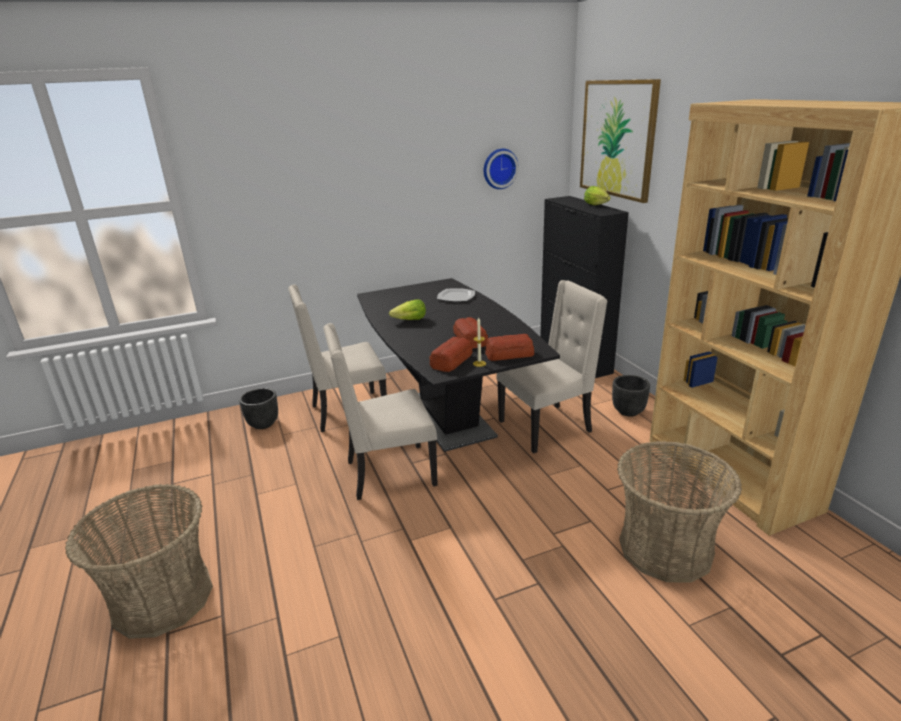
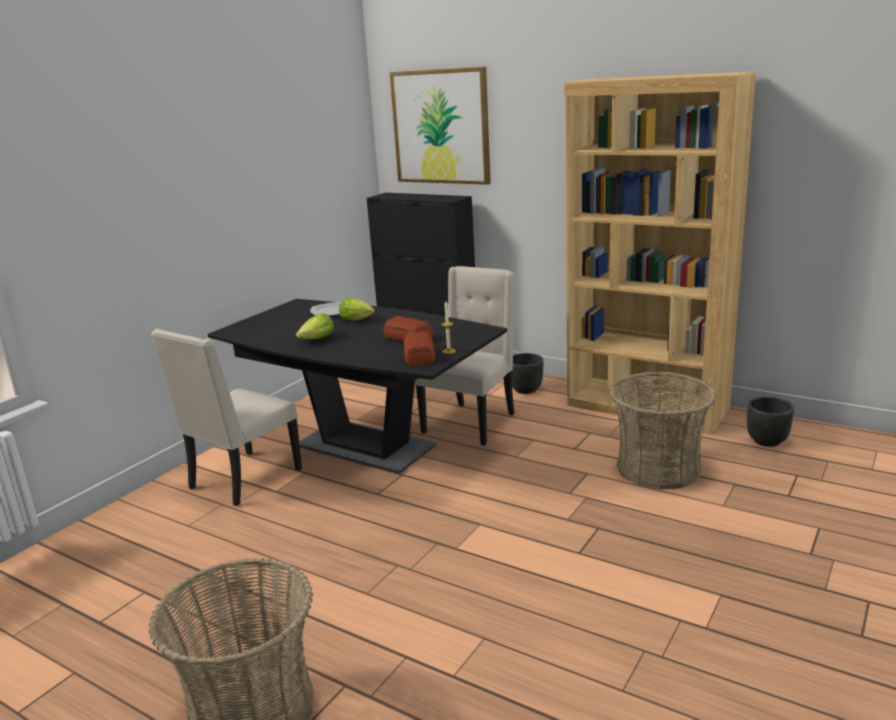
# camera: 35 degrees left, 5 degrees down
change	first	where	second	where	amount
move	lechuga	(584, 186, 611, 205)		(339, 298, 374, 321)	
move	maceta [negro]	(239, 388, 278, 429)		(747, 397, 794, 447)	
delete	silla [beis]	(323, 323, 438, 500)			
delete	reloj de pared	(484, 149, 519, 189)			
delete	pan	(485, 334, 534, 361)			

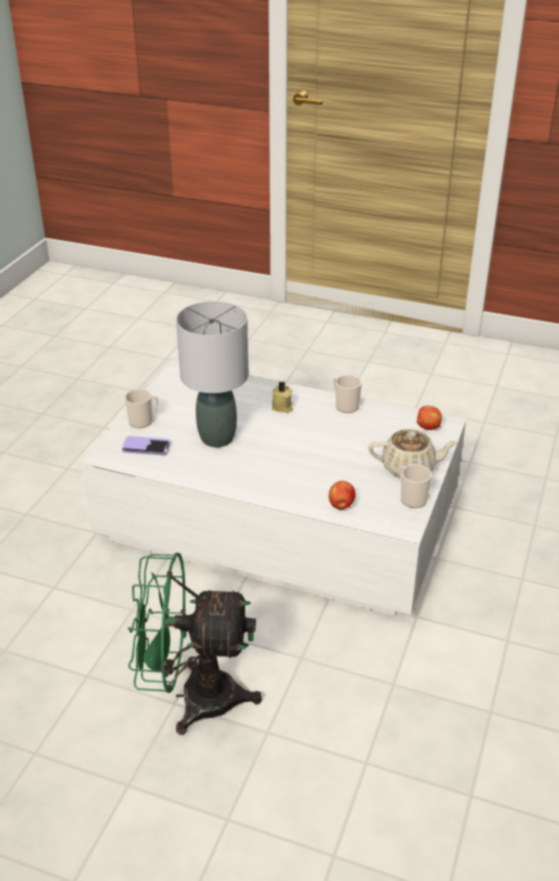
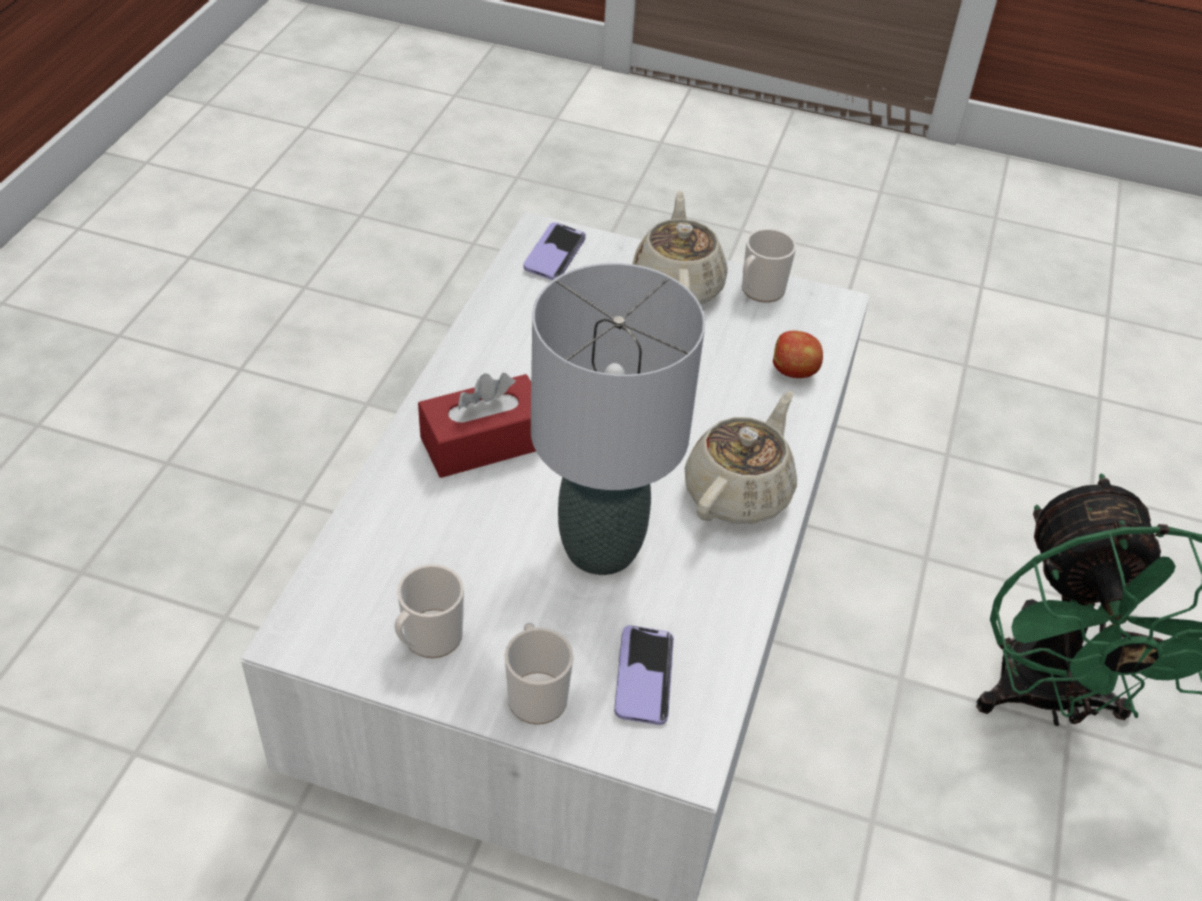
# camera: 95 degrees left, 10 degrees up
change	first	where	second	where	amount
move	taza grande	(333, 375, 362, 413)		(395, 564, 464, 658)	
replace	vela [beis]	(272, 381, 293, 413)	caja de pañuelos [rojo]	(418, 373, 536, 478)	
replace	manzana	(417, 406, 442, 430)	móvil	(523, 222, 586, 280)	
insert			tetera [beis]	(685, 391, 797, 524)	

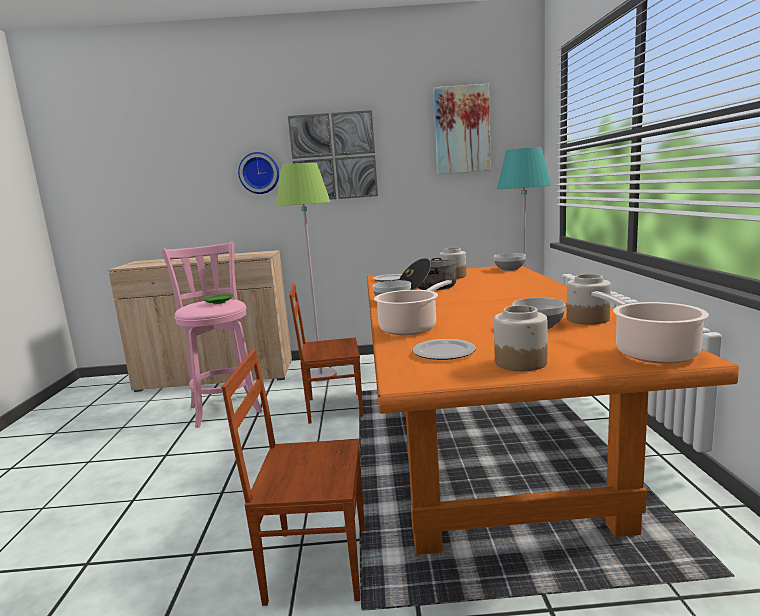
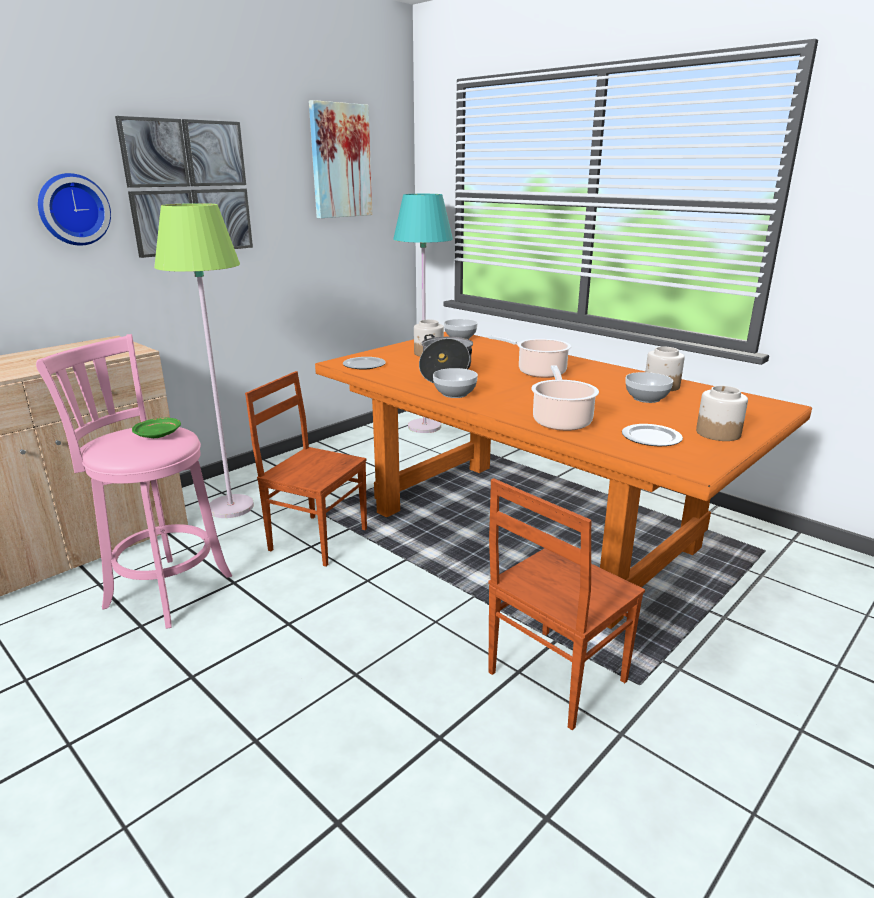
# camera: 45 degrees left, 10 degrees up
change	first	where	second	where	amount
rotate	silla [marrón]	(289, 284, 363, 424)		(245, 371, 367, 566)	75 degrees clockwise
move	olla	(592, 291, 709, 364)		(489, 335, 571, 378)	

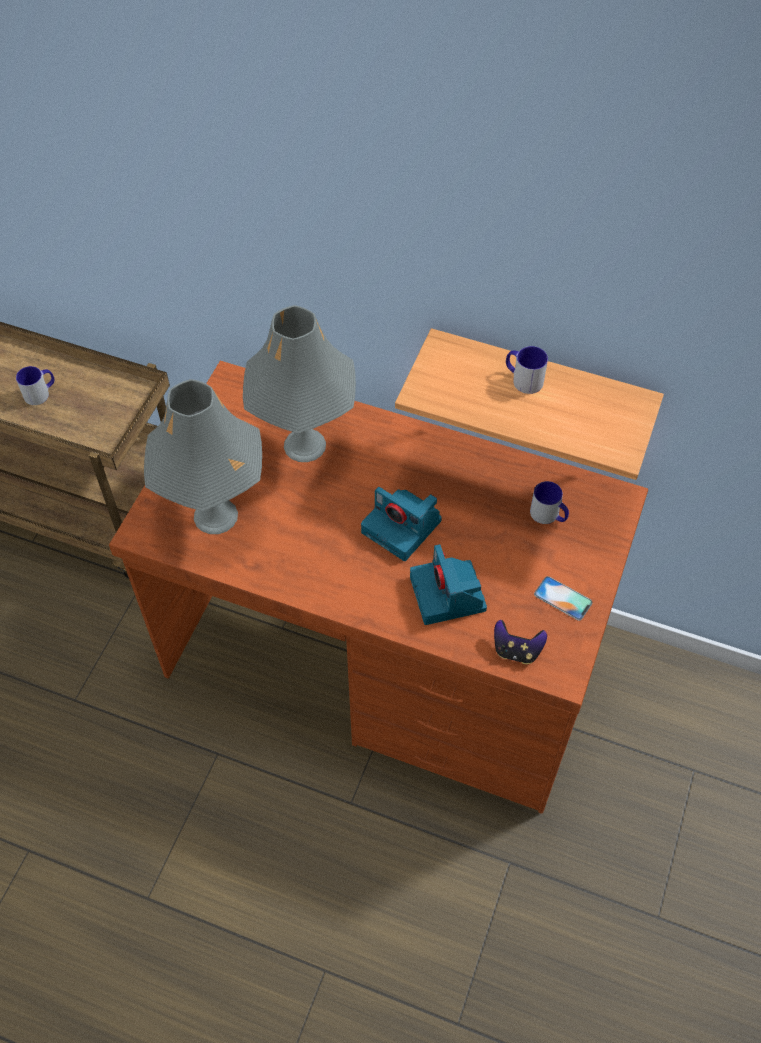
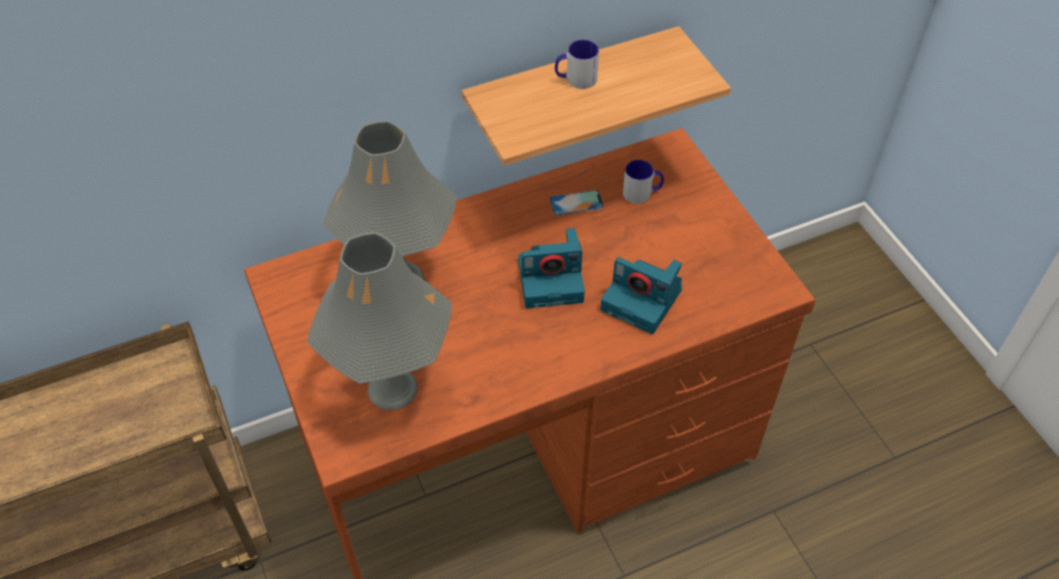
# camera: 45 degrees left, 5 degrees down
change	first	where	second	where	amount
move	móvil	(534, 576, 593, 621)		(549, 190, 604, 216)	
delete	taza grande	(16, 366, 54, 405)			
delete	mando de consola	(494, 620, 547, 664)			

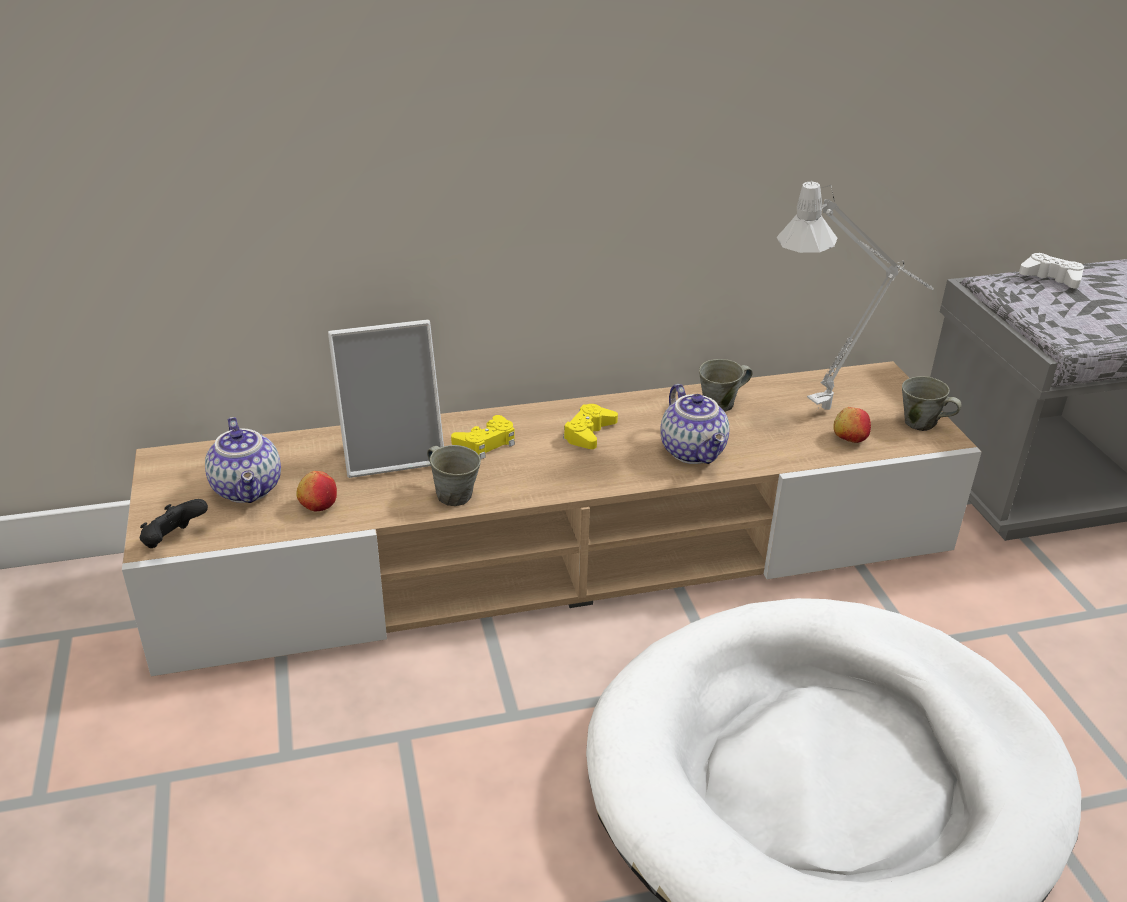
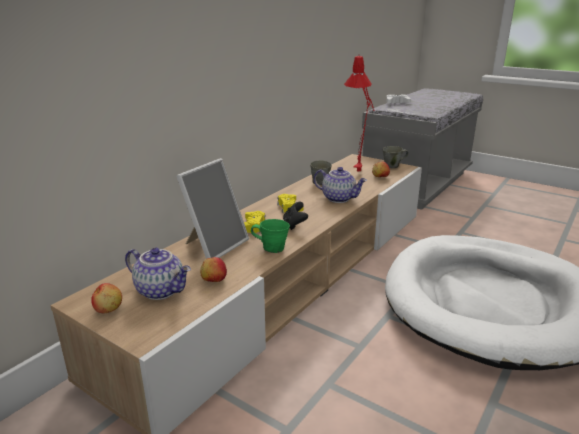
# camera: 40 degrees left, 10 degrees down
change	first	where	second	where	amount
insert			manzana	(91, 283, 122, 313)	
recolor	taza grande [gris]	(427, 445, 481, 506)	taza grande [verde]	(251, 219, 290, 253)	
move	mando de consola [negro]	(140, 499, 208, 548)		(283, 202, 308, 230)	
recolor	lámpara de mesa [gris]	(776, 181, 934, 410)	lámpara de mesa [rojo]	(344, 56, 375, 171)	

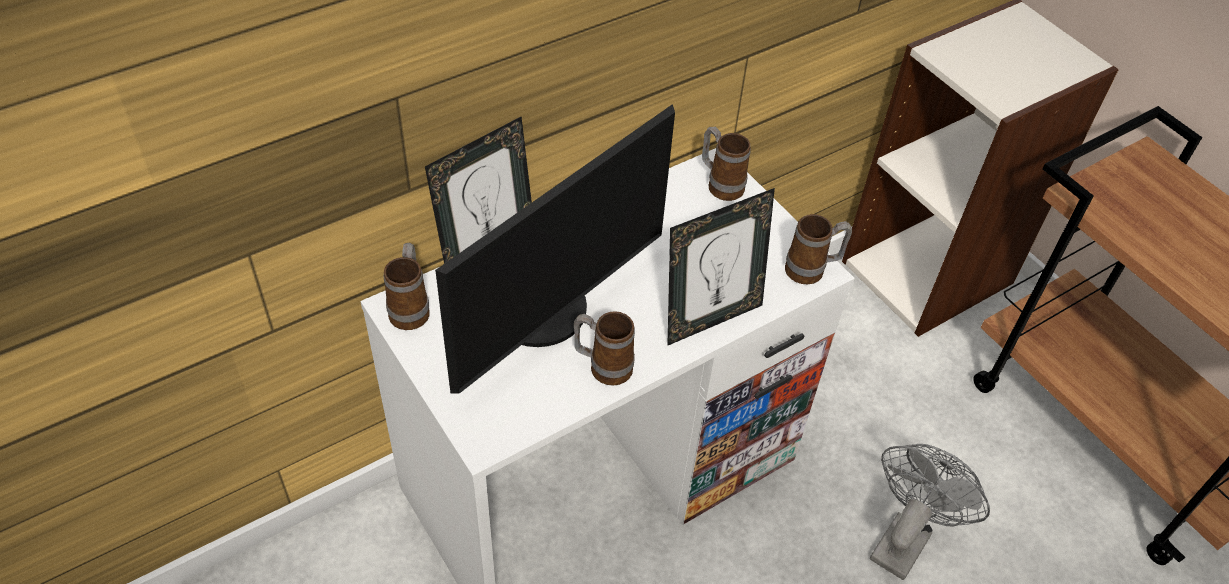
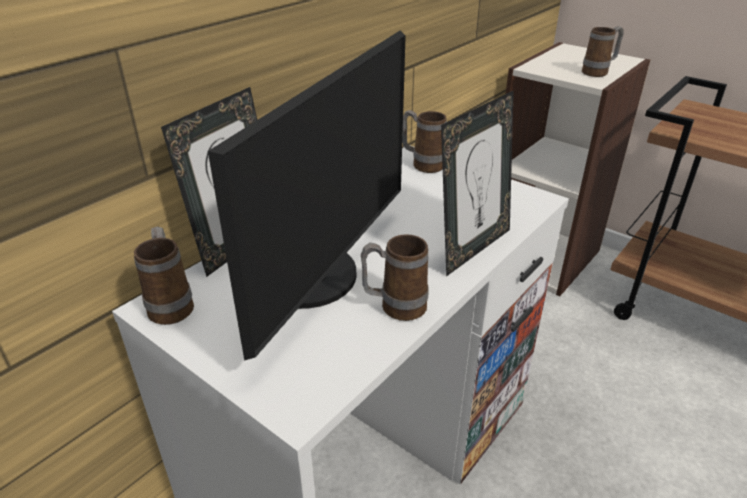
# camera: 15 degrees left, 15 degrees down
change	first	where	second	where	amount
move	taza grande	(785, 214, 852, 284)		(582, 26, 624, 77)	
delete	ventilador [gris]	(870, 444, 990, 580)			

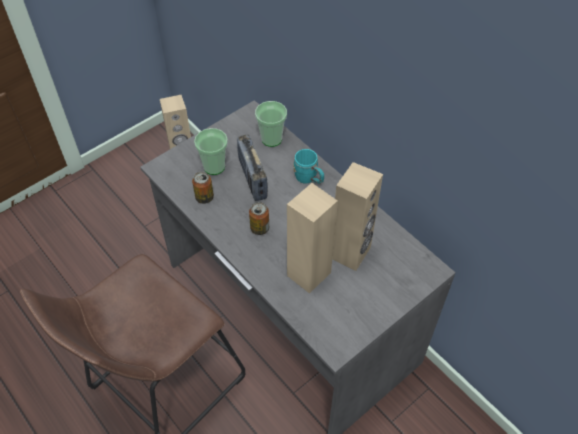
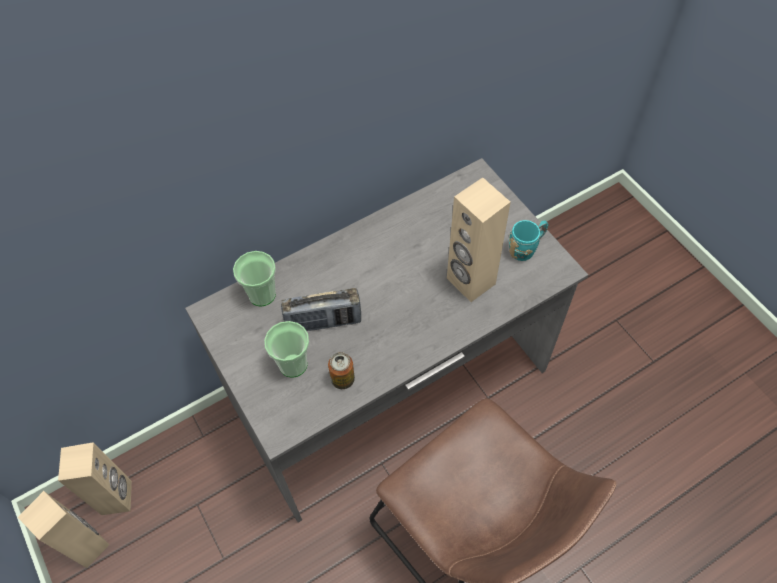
# camera: 80 degrees left, 5 degrees up
change	first	where	second	where	amount
move	altavoz [beis]	(332, 162, 383, 271)		(17, 491, 110, 568)	
move	taza grande [turquesa]	(293, 149, 324, 184)		(509, 220, 549, 261)	
delete	lata	(249, 202, 269, 235)			

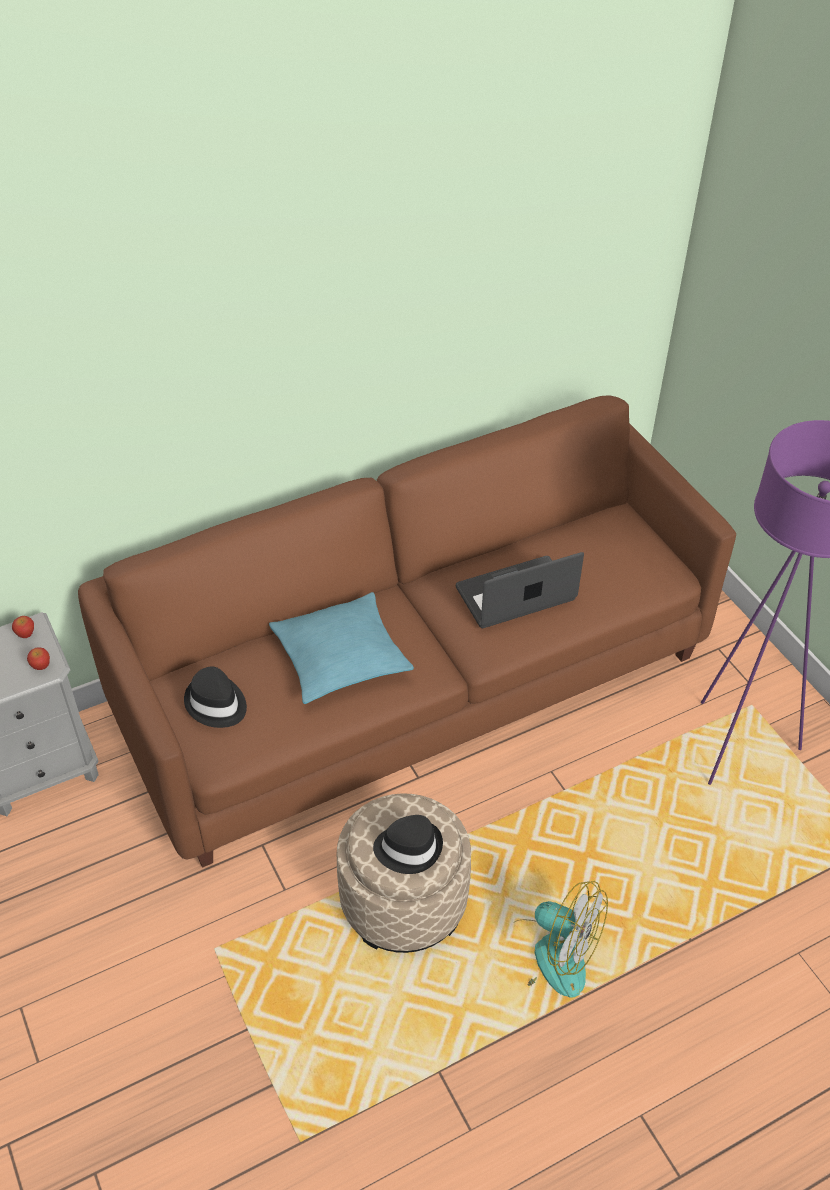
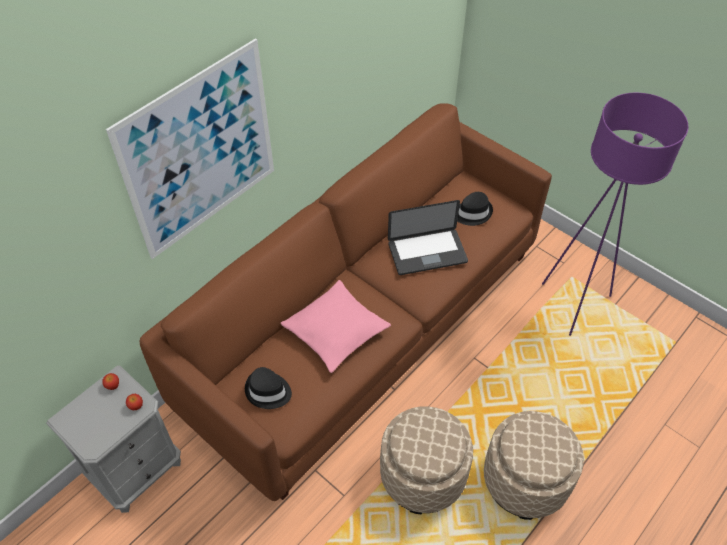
# camera: 20 degrees left, 5 degrees up
change	first	where	second	where	amount
insert			cuadro	(106, 38, 274, 259)	
recolor	cojín [turquesa]	(269, 592, 414, 704)	cojín [rosa]	(281, 280, 391, 373)	
rotate	portátil	(456, 552, 584, 628)		(388, 200, 468, 275)	150 degrees counterclockwise
move	sombrero [negro]	(373, 815, 443, 874)		(457, 192, 493, 226)	
replace	ventilador	(510, 881, 608, 998)	puf [beis]	(484, 411, 584, 520)	

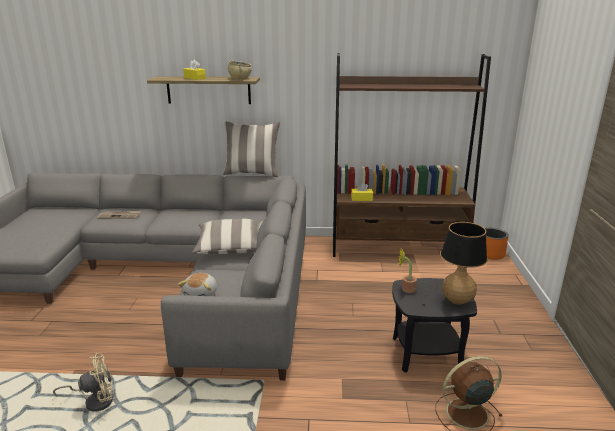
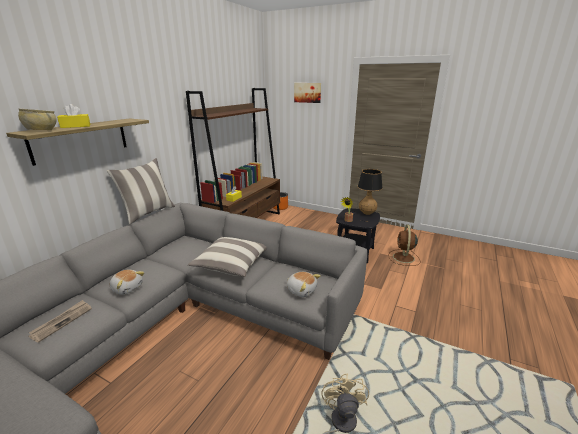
# camera: 65 degrees left, 0 degrees up
change	first	where	second	where	amount
move	cuenco [beis]	(228, 61, 251, 80)		(18, 109, 57, 130)	
insert			peluche	(110, 269, 144, 295)	
insert			cuadro	(294, 83, 321, 103)	

